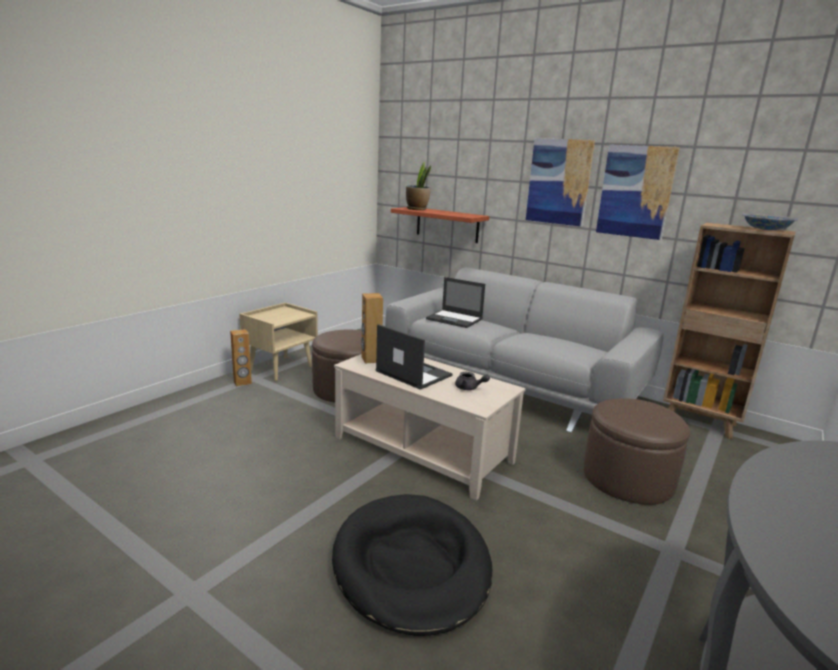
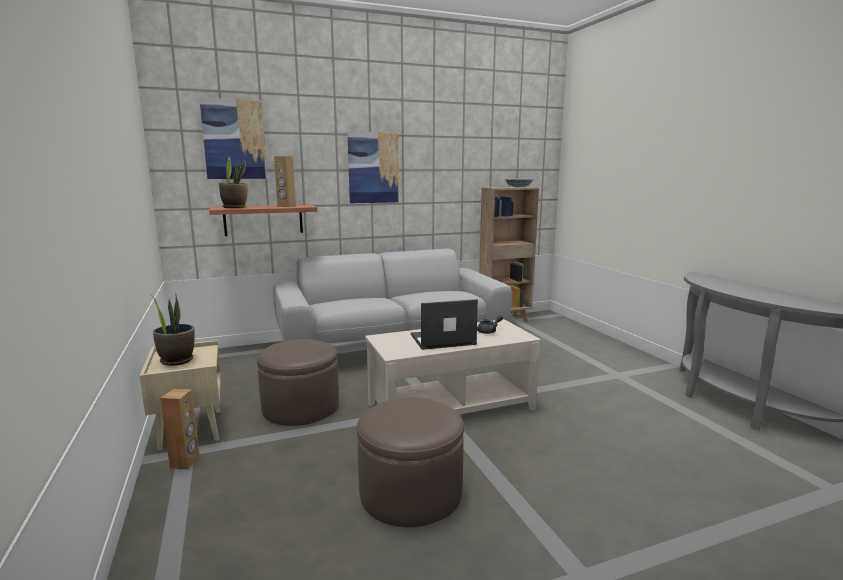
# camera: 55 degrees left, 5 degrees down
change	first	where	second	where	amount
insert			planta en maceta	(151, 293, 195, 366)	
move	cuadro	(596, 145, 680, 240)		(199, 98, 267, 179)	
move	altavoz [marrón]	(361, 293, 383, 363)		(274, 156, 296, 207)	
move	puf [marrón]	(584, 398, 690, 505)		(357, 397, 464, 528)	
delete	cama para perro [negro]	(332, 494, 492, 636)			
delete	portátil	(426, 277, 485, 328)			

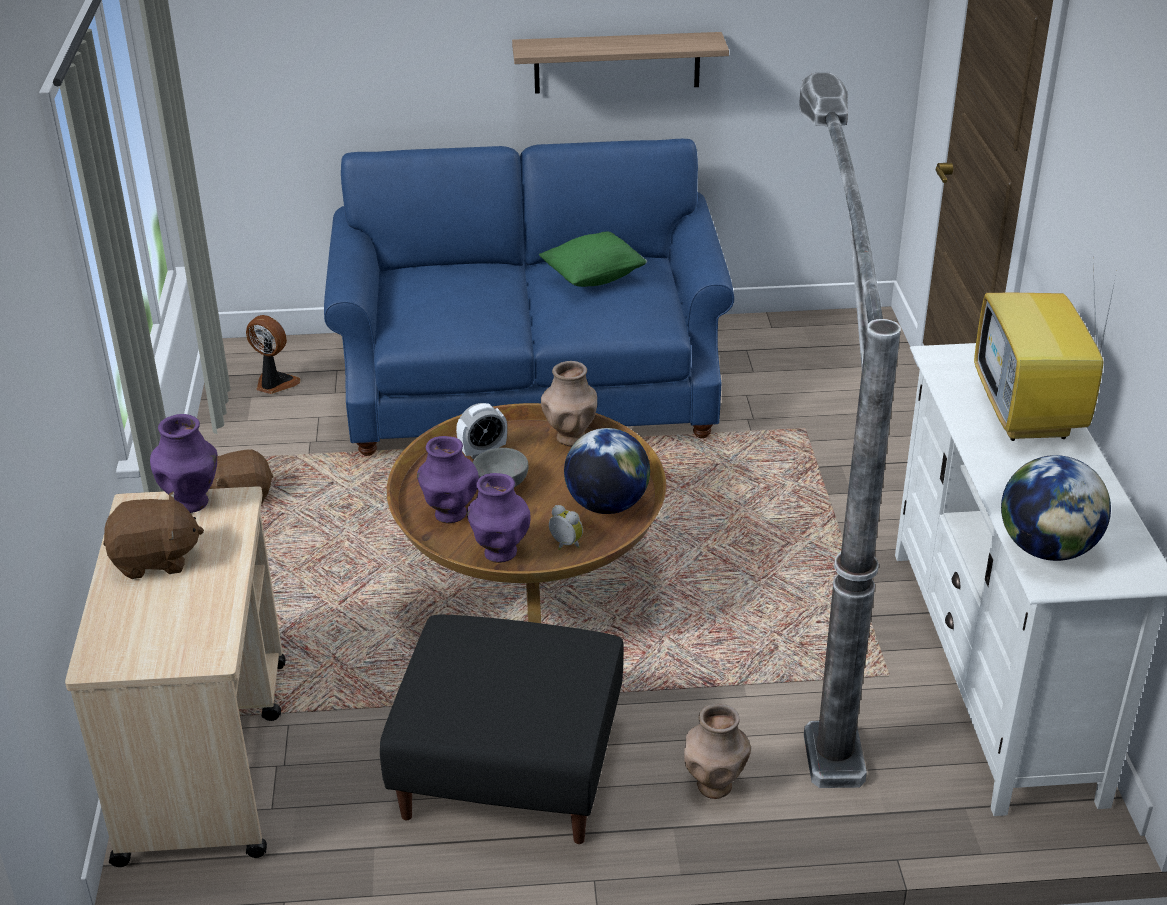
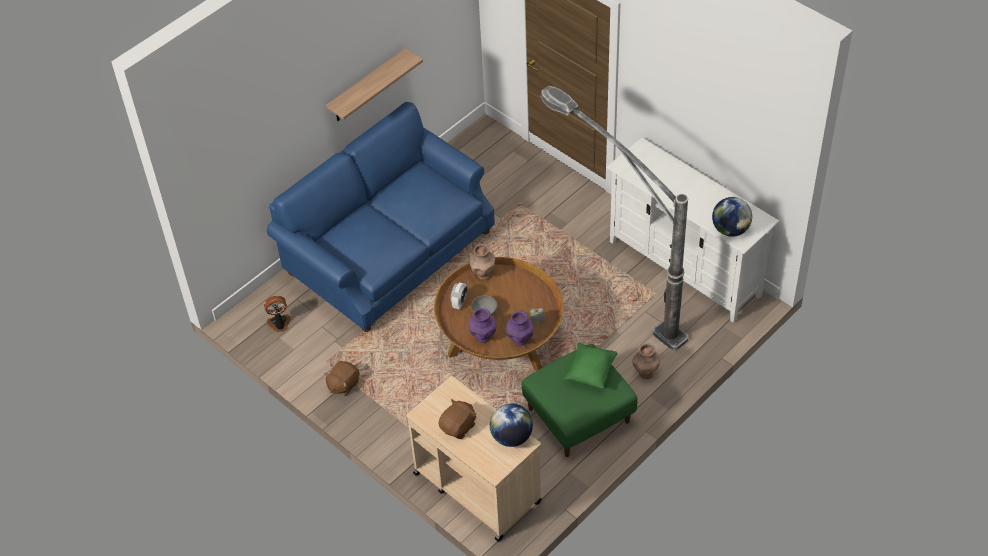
# camera: 40 degrees left, 15 degrees up
change	first	where	second	where	amount
move	globo terráqueo	(564, 428, 650, 514)		(490, 403, 533, 447)	
recolor	puf [negro]	(380, 615, 624, 844)	puf [verde]	(521, 344, 638, 457)	
move	cojín [verde]	(539, 232, 648, 287)		(564, 342, 617, 388)	
delete	florero [morado]	(150, 414, 217, 513)			
delete	televisor	(974, 266, 1115, 441)			

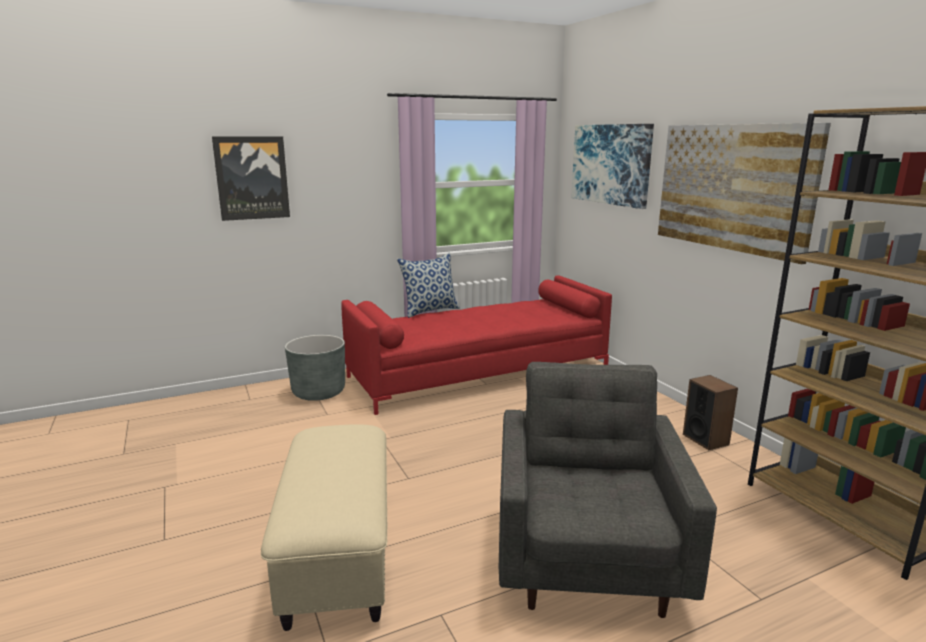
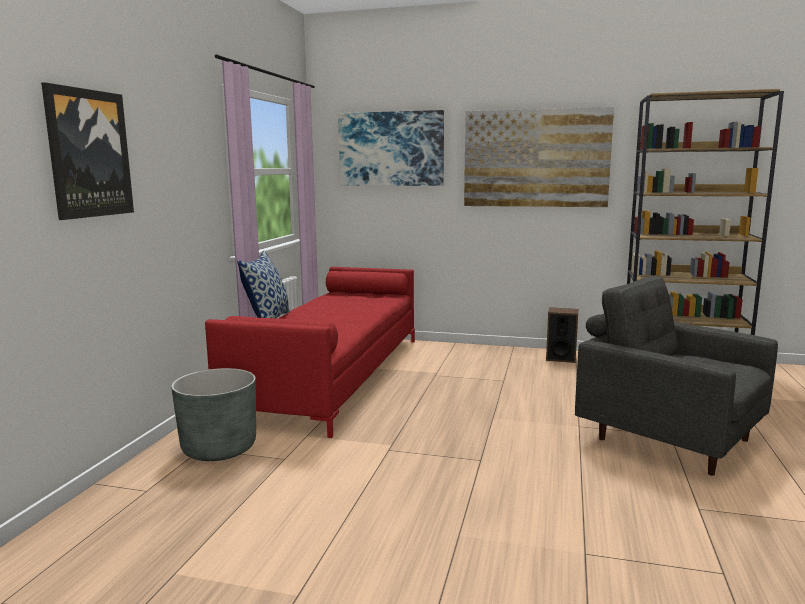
# camera: 50 degrees left, 5 degrees down
change	first	where	second	where	amount
delete	puf [beis]	(261, 424, 387, 631)			

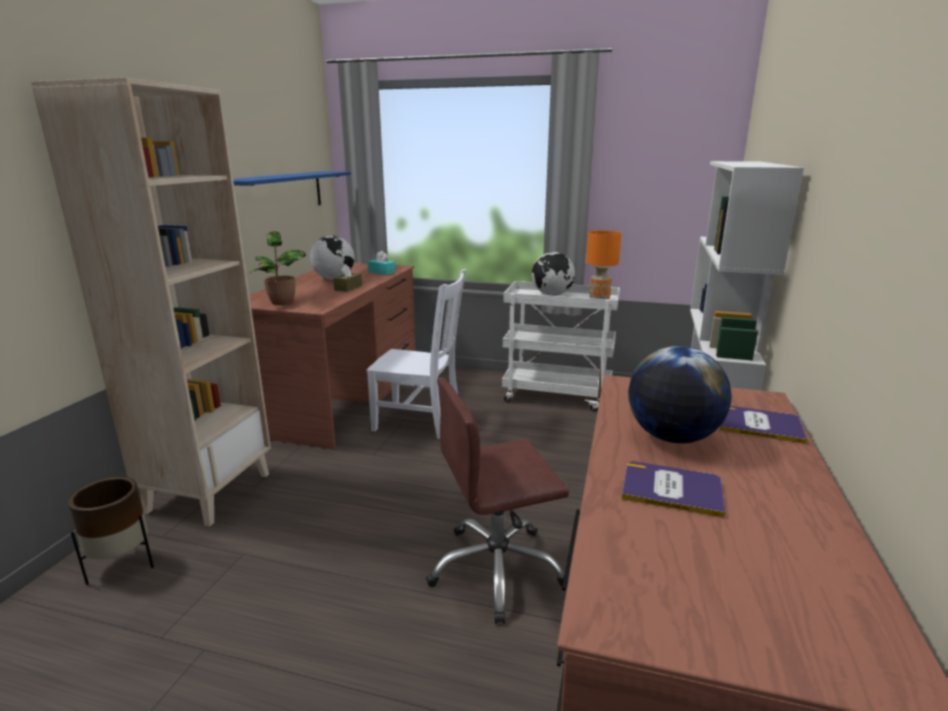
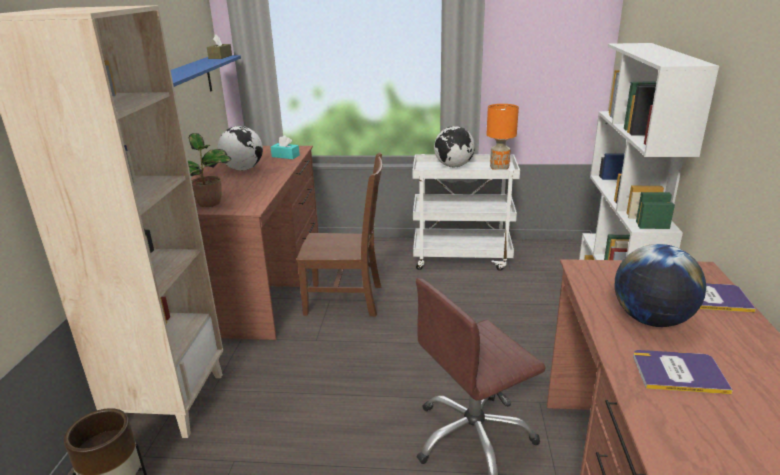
# camera: 10 degrees left, 5 degrees up
change	first	where	second	where	amount
move	caja de pañuelos [marrón]	(333, 264, 362, 292)		(207, 34, 232, 59)	
recolor	silla [blanco]	(366, 269, 466, 439)	silla [marrón]	(297, 153, 382, 317)	

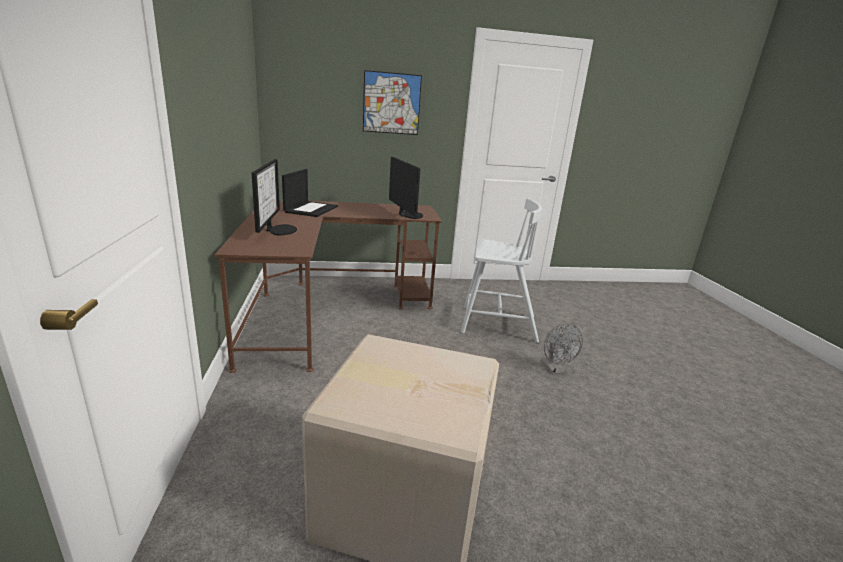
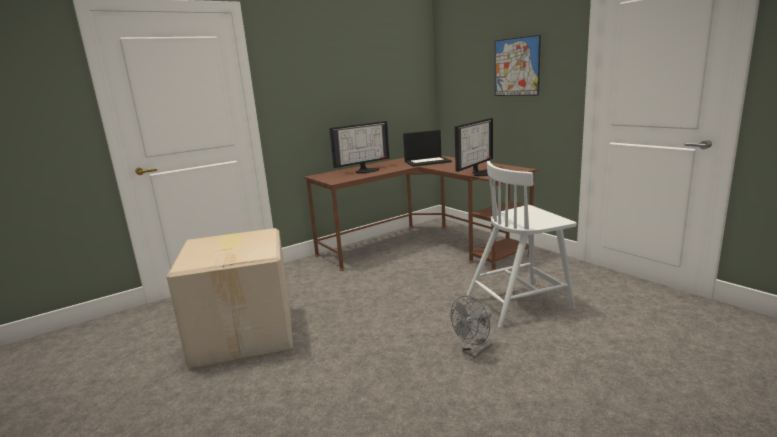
# camera: 65 degrees right, 5 degrees down
change	first	where	second	where	amount
rotate	silla [blanco]	(461, 198, 542, 343)		(465, 161, 577, 328)	90 degrees clockwise

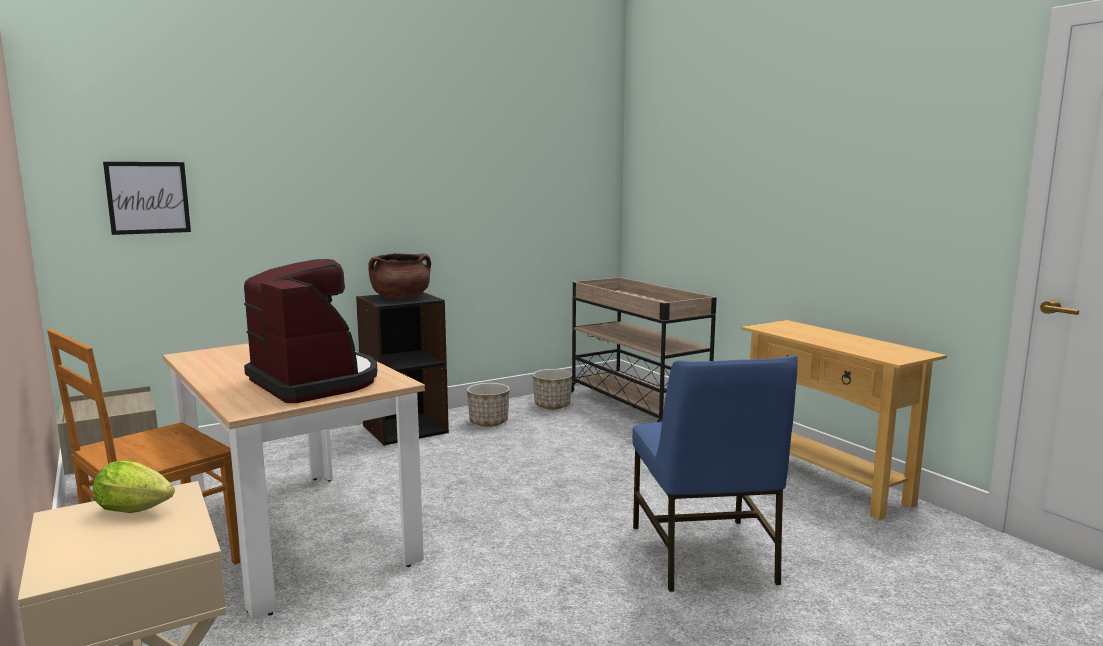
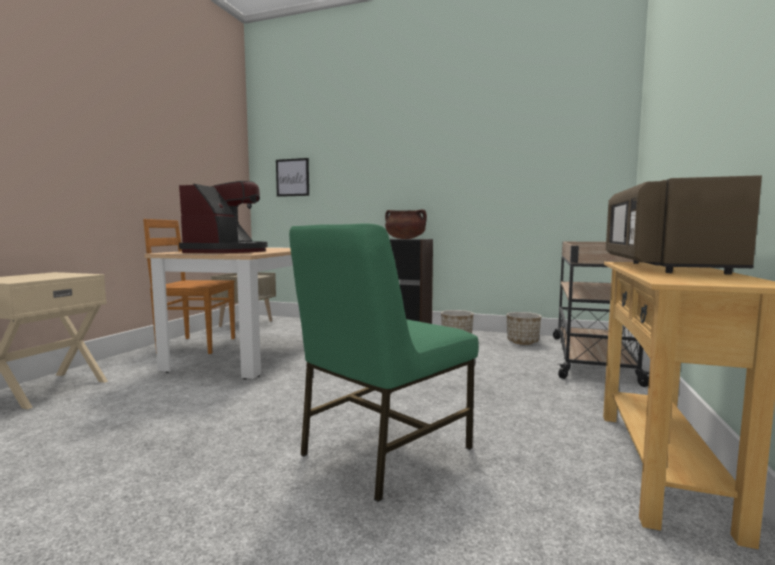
# camera: 50 degrees right, 5 degrees down
change	first	where	second	where	amount
recolor	silla [azul]	(632, 356, 798, 592)	silla [verde]	(289, 223, 479, 502)	
insert			microondas [marrón]	(606, 175, 762, 275)	
delete	lechuga	(93, 460, 175, 513)			

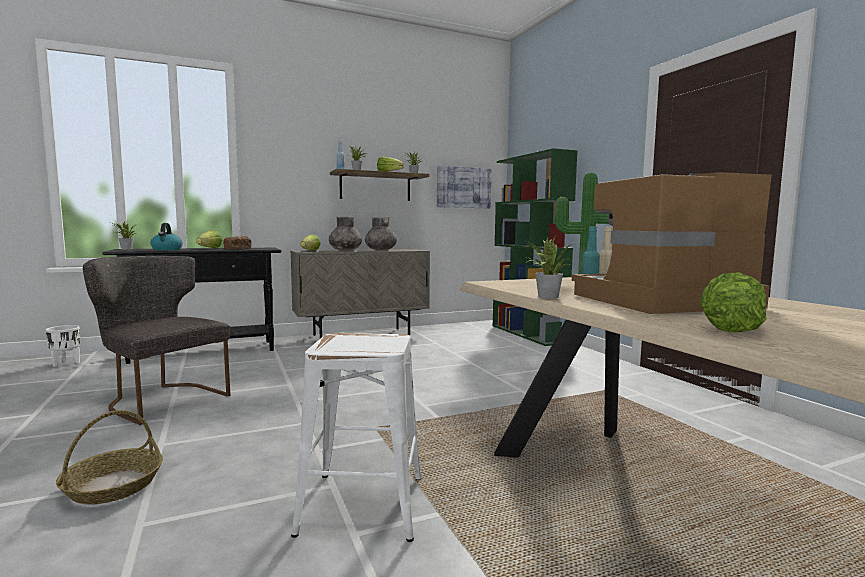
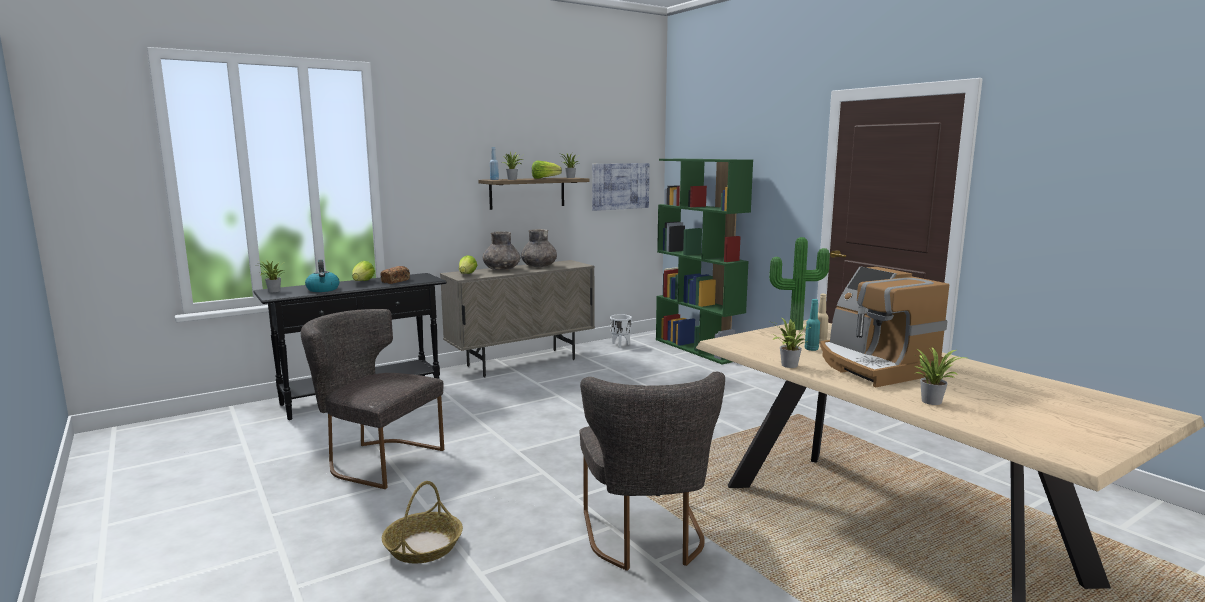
# camera: 10 degrees left, 5 degrees up
change	first	where	second	where	amount
replace	taburete [blanco]	(291, 333, 421, 542)	silla [gris]	(579, 372, 725, 571)	
move	maceta [blanco]	(46, 325, 80, 367)		(610, 314, 632, 348)	
rotate	cafetera	(572, 172, 772, 314)		(820, 267, 949, 388)	90 degrees counterclockwise
replace	lechuga	(700, 272, 766, 332)	planta en maceta	(914, 347, 965, 405)	

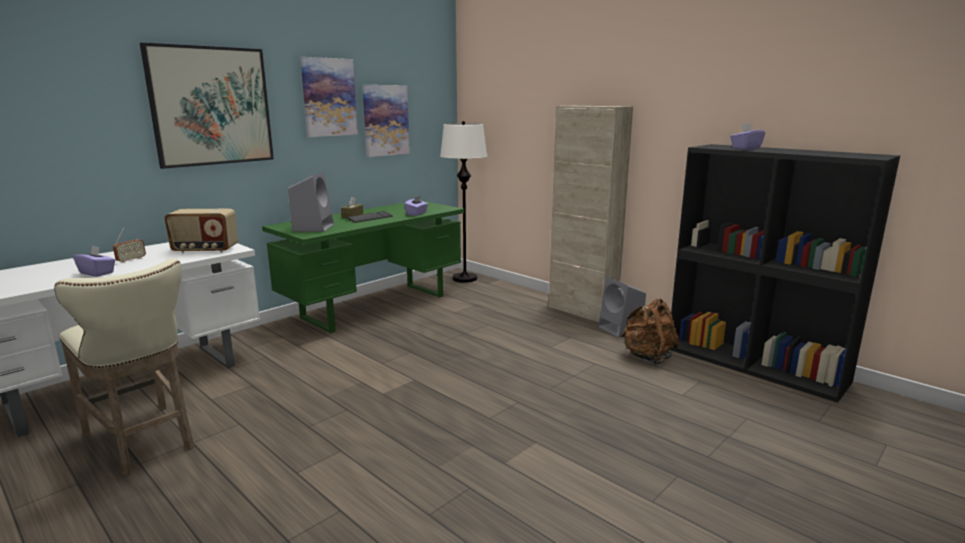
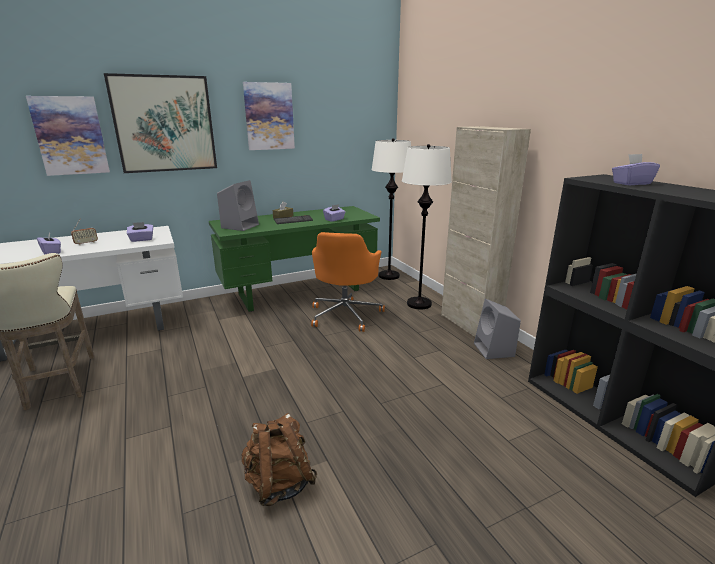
# camera: 20 degrees right, 5 degrees up
change	first	where	second	where	amount
move	cuadro	(362, 85, 410, 157)		(26, 96, 110, 176)	
replace	radio	(164, 209, 238, 253)	caja de pañuelos [morado]	(127, 222, 153, 242)	
move	mochila [marrón]	(620, 298, 680, 365)		(242, 413, 318, 506)	
insert			silla de oficina [naranja]	(311, 232, 385, 332)	
insert			lámpara de pie [blanco]	(402, 144, 452, 309)	

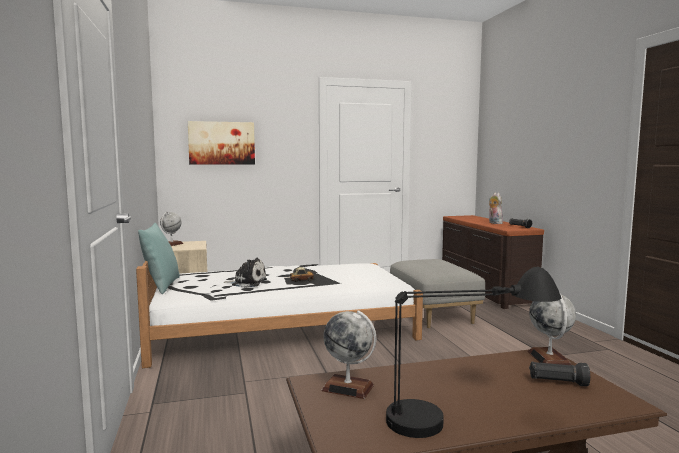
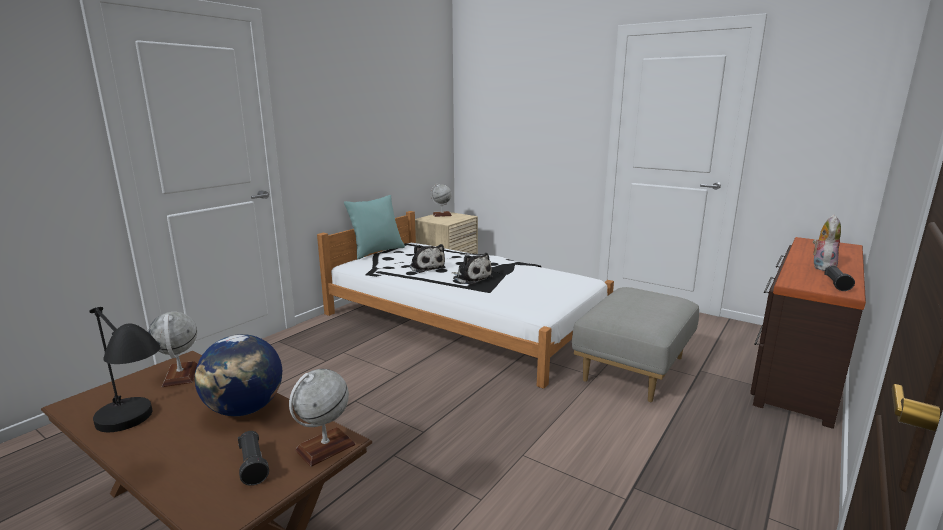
# camera: 50 degrees right, 10 degrees up
change	first	where	second	where	amount
insert			globo terráqueo	(195, 334, 282, 416)	
replace	coche de juguete	(284, 267, 321, 285)	peluche	(452, 253, 493, 285)	
delete	cuadro	(188, 121, 255, 164)			

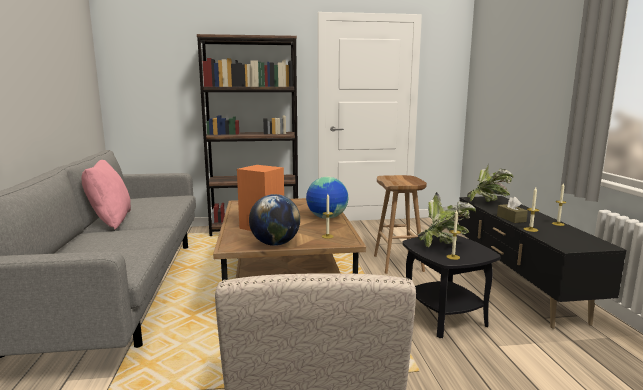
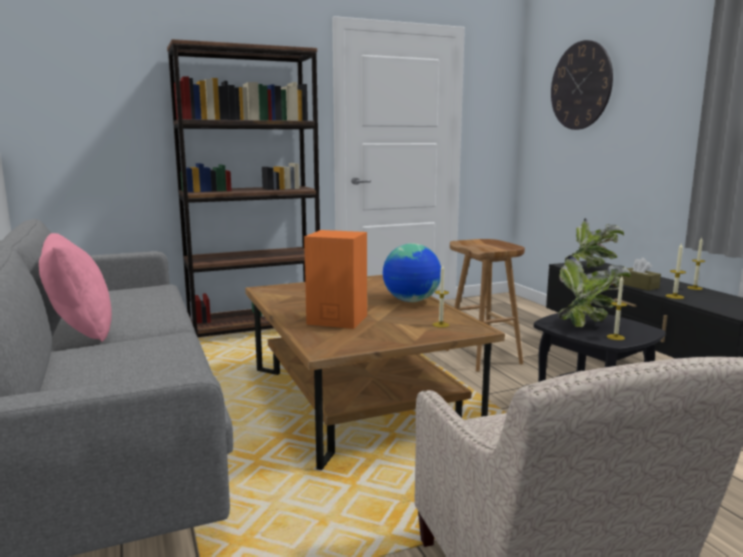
# camera: 15 degrees left, 0 degrees up
change	first	where	second	where	amount
insert			reloj de pared	(551, 40, 613, 130)	
delete	globo terráqueo	(249, 194, 300, 246)			

